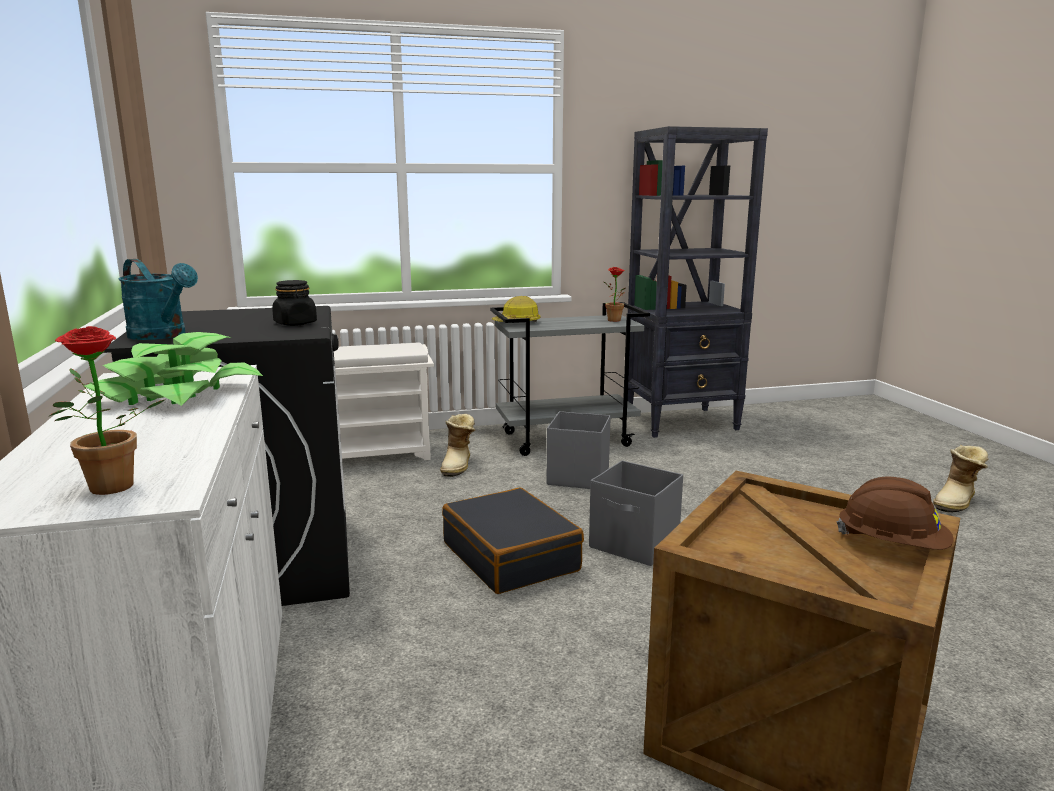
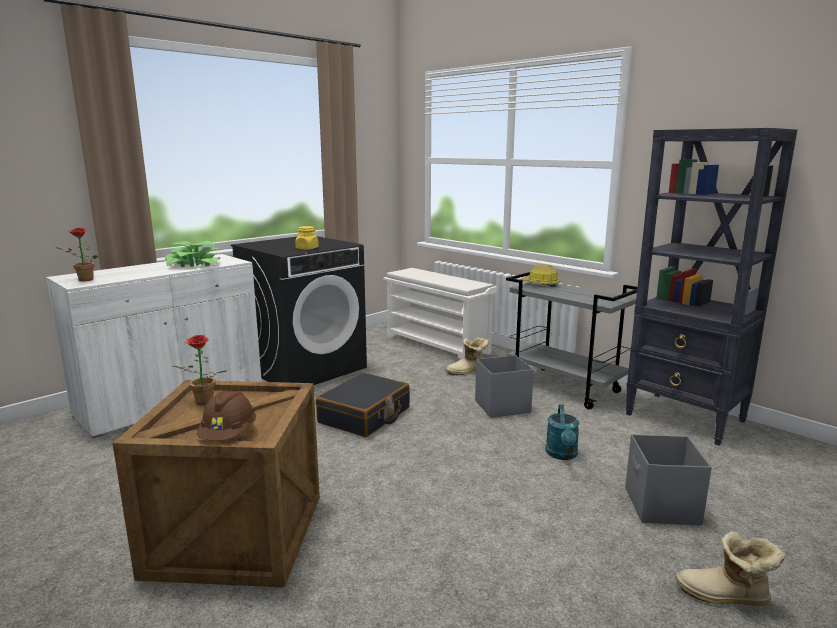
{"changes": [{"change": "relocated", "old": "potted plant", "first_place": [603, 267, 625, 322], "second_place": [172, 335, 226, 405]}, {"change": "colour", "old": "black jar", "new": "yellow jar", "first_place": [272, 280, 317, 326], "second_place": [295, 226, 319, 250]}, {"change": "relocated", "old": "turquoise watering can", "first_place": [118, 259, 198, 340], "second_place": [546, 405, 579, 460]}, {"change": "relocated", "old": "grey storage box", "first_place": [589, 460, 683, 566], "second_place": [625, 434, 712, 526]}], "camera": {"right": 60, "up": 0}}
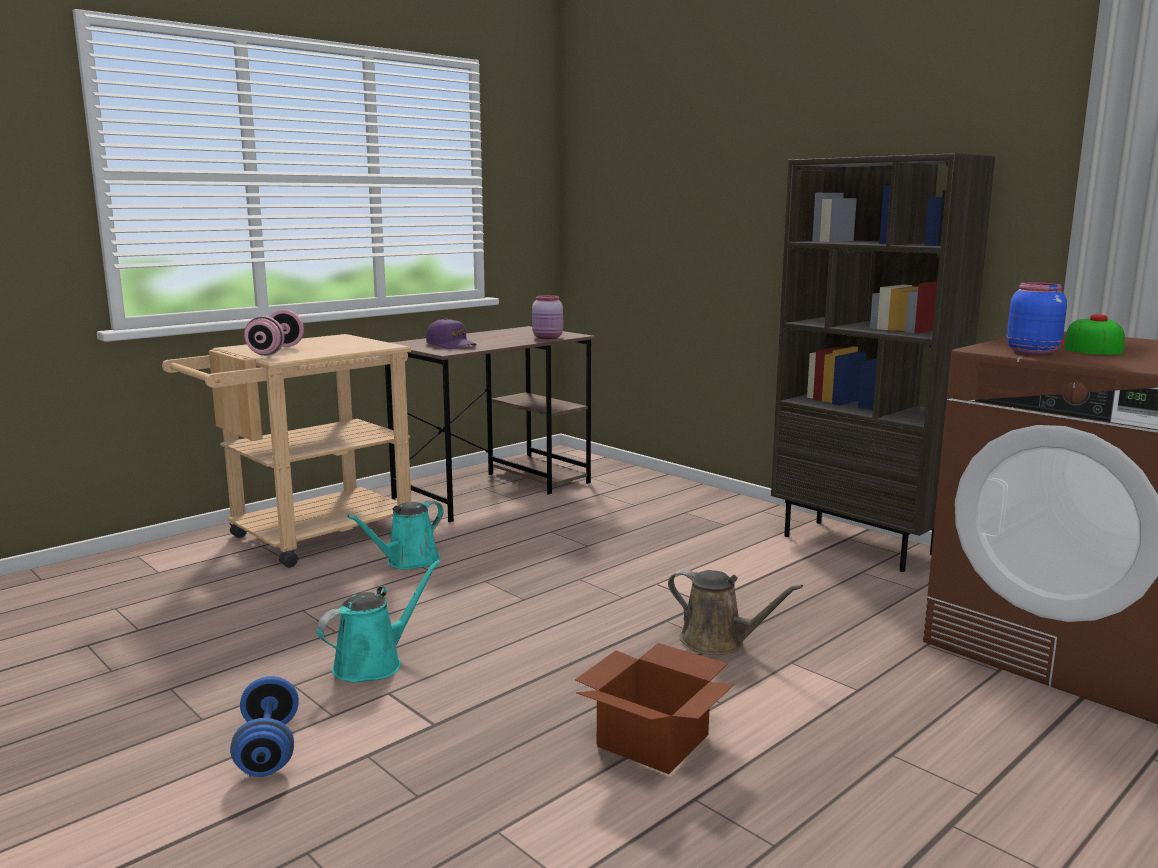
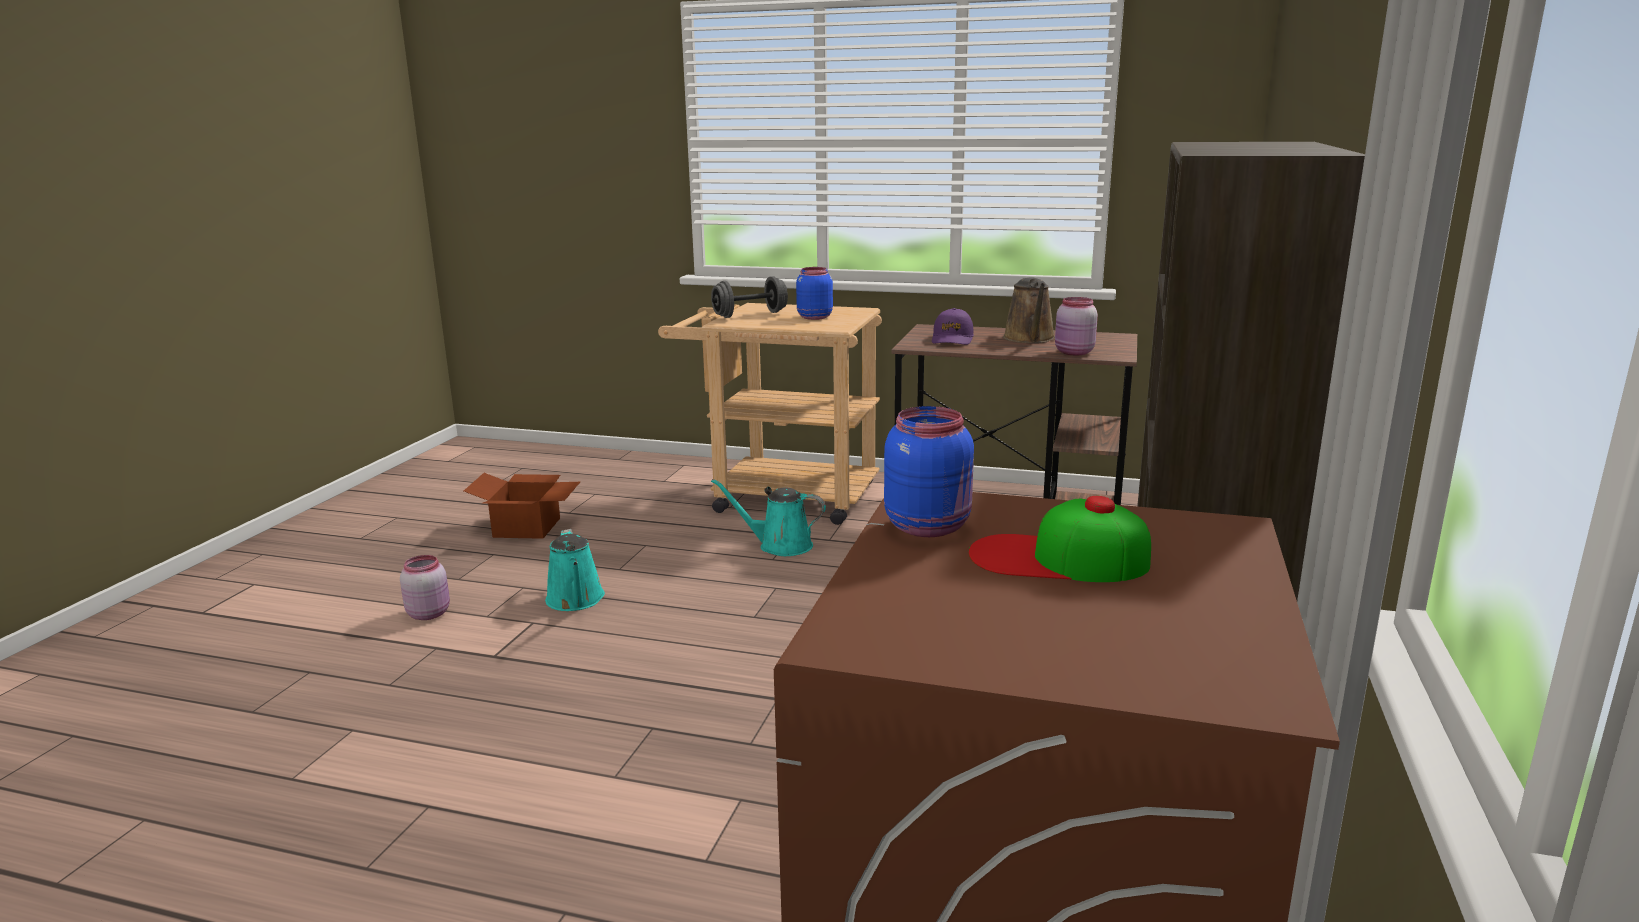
{"changes": [{"change": "exchanged", "old": "blue dumbbell", "new": "pink jar", "first_place": [230, 676, 299, 777], "second_place": [400, 555, 450, 620]}, {"change": "relocated", "old": "cardboard box", "first_place": [575, 643, 735, 774], "second_place": [464, 473, 580, 539]}, {"change": "spun", "old": "turquoise watering can", "first_place": [317, 560, 441, 683], "second_place": [545, 529, 605, 611], "degrees": 60}, {"change": "colour", "old": "pink dumbbell", "new": "grey dumbbell", "first_place": [244, 309, 304, 356], "second_place": [711, 276, 788, 318]}, {"change": "appeared", "new": "blue jar", "second_place": [796, 267, 833, 320]}, {"change": "spun", "old": "cap", "first_place": [1060, 314, 1125, 355], "second_place": [969, 496, 1151, 582], "degrees": -150}, {"change": "relocated", "old": "brown watering can", "first_place": [668, 569, 803, 655], "second_place": [1003, 278, 1055, 343]}], "camera": {"right": 60, "up": 5}}
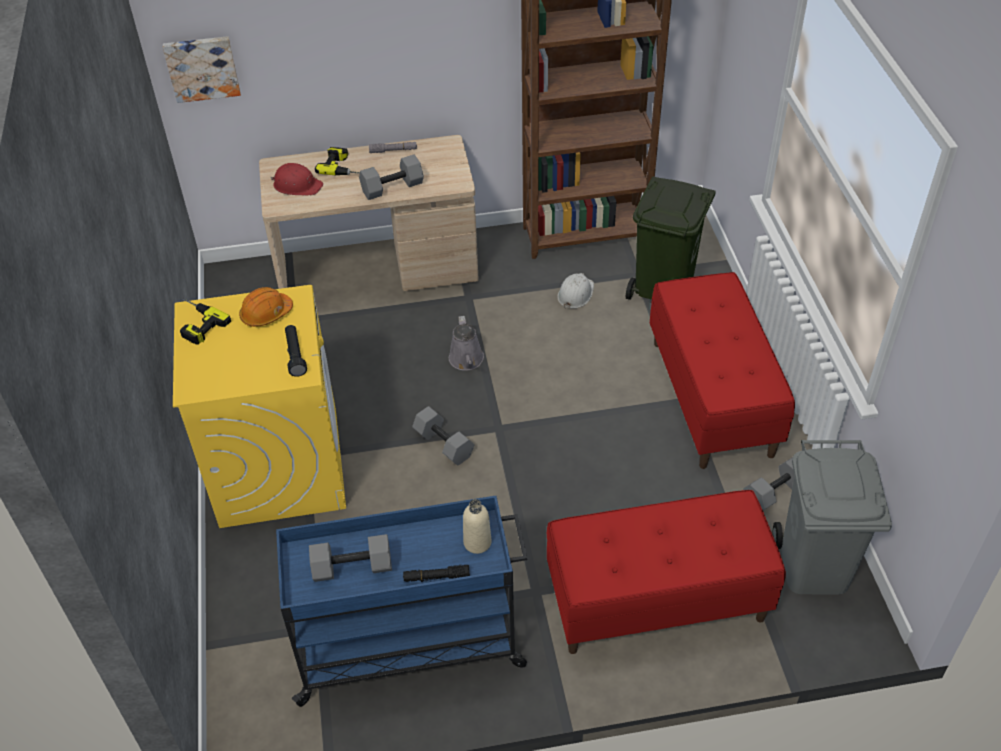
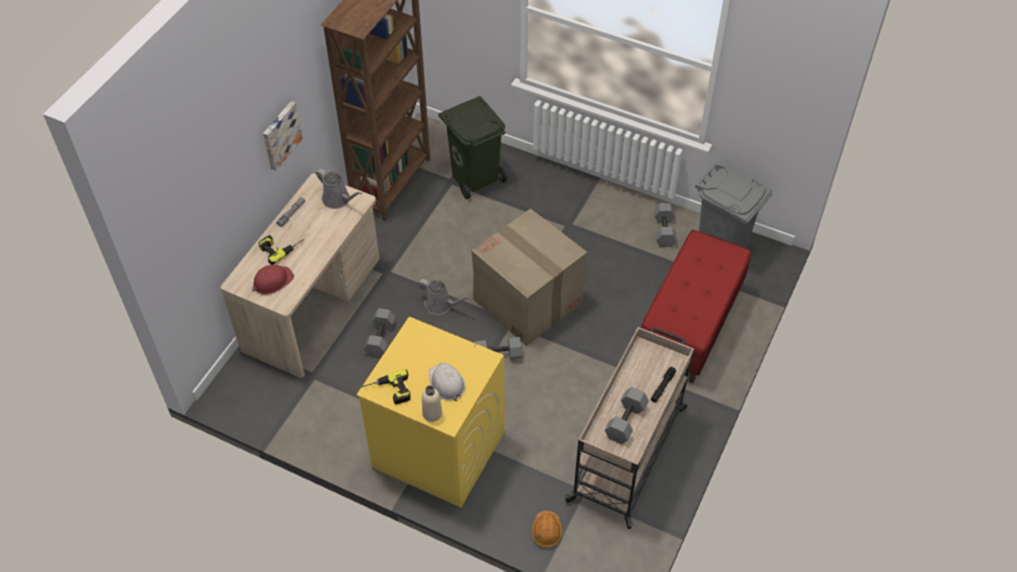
{"changes": [{"change": "relocated", "old": "picture", "first_place": [163, 36, 241, 103], "second_place": [263, 101, 303, 171]}, {"change": "appeared", "new": "grey watering can", "second_place": [316, 169, 362, 209]}, {"change": "relocated", "old": "grey dumbbell", "first_place": [359, 155, 424, 200], "second_place": [364, 308, 395, 357]}, {"change": "relocated", "old": "beige bottle", "first_place": [463, 499, 491, 554], "second_place": [422, 385, 442, 422]}, {"change": "relocated", "old": "white hard hat", "first_place": [557, 273, 594, 309], "second_place": [429, 363, 466, 401]}, {"change": "appeared", "new": "cardboard box", "second_place": [471, 208, 588, 346]}, {"change": "relocated", "old": "orange hard hat", "first_place": [239, 287, 293, 327], "second_place": [532, 511, 562, 548]}, {"change": "colour", "old": "blue cart", "new": "beige cart", "first_place": [276, 496, 528, 707], "second_place": [564, 327, 694, 529]}, {"change": "missing", "old": "black flashlight", "first_place": [285, 325, 307, 377]}, {"change": "missing", "old": "red bench", "first_place": [650, 272, 795, 469]}], "camera": {"right": -55, "up": 5}}
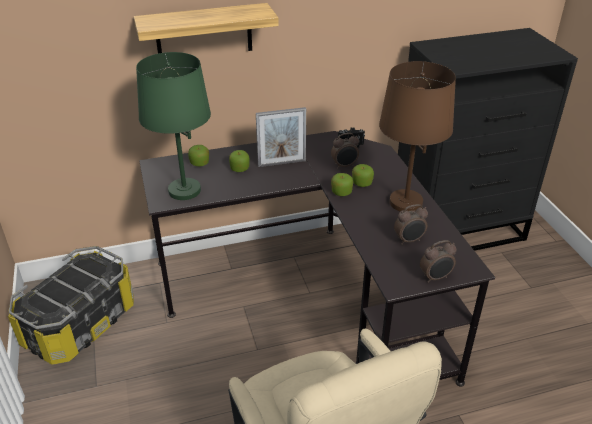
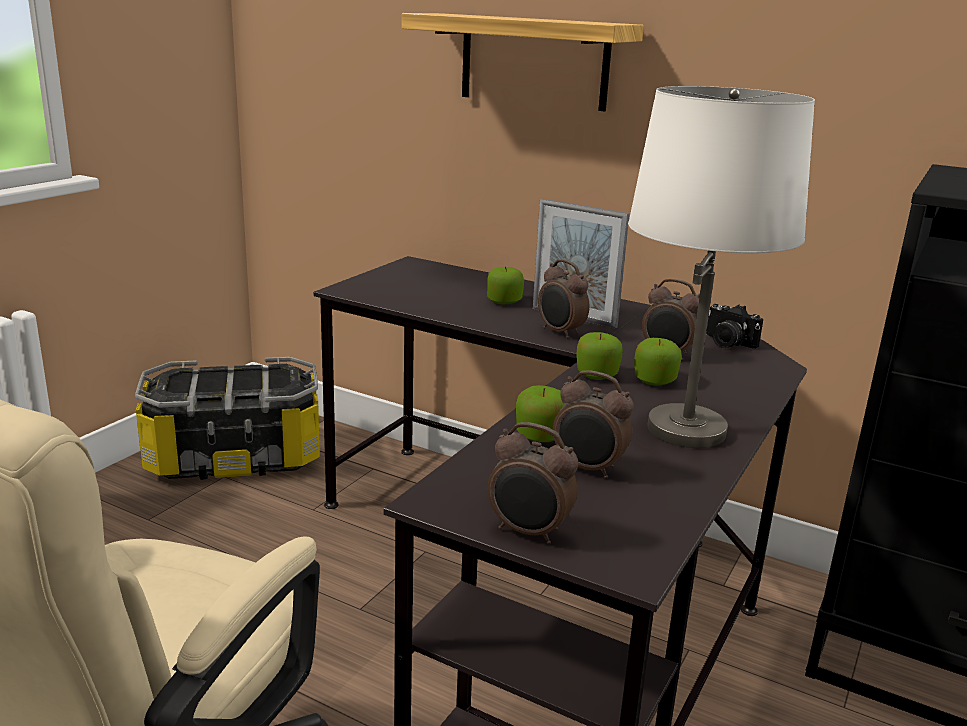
{"changes": [{"change": "relocated", "old": "apple", "first_place": [188, 145, 209, 166], "second_place": [516, 385, 566, 442]}, {"change": "appeared", "new": "alarm clock", "second_place": [538, 259, 590, 338]}, {"change": "colour", "old": "brown table lamp", "new": "white table lamp", "first_place": [379, 61, 456, 212], "second_place": [628, 86, 815, 448]}, {"change": "missing", "old": "green table lamp", "first_place": [136, 52, 211, 200]}], "camera": {"right": 45, "up": -15}}
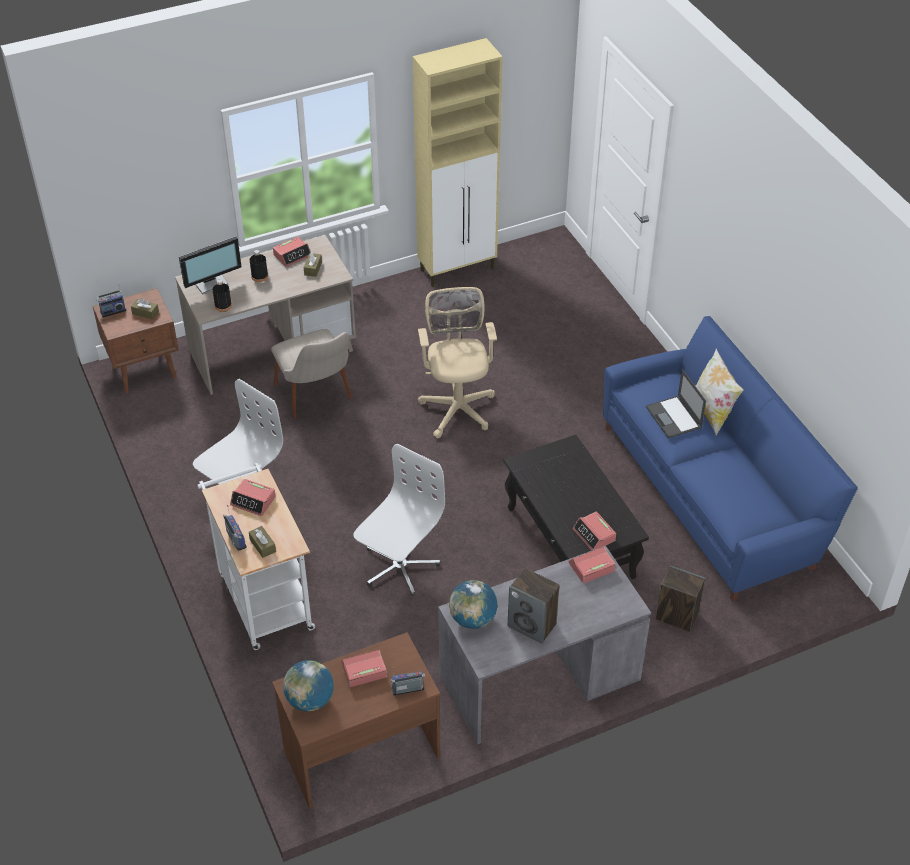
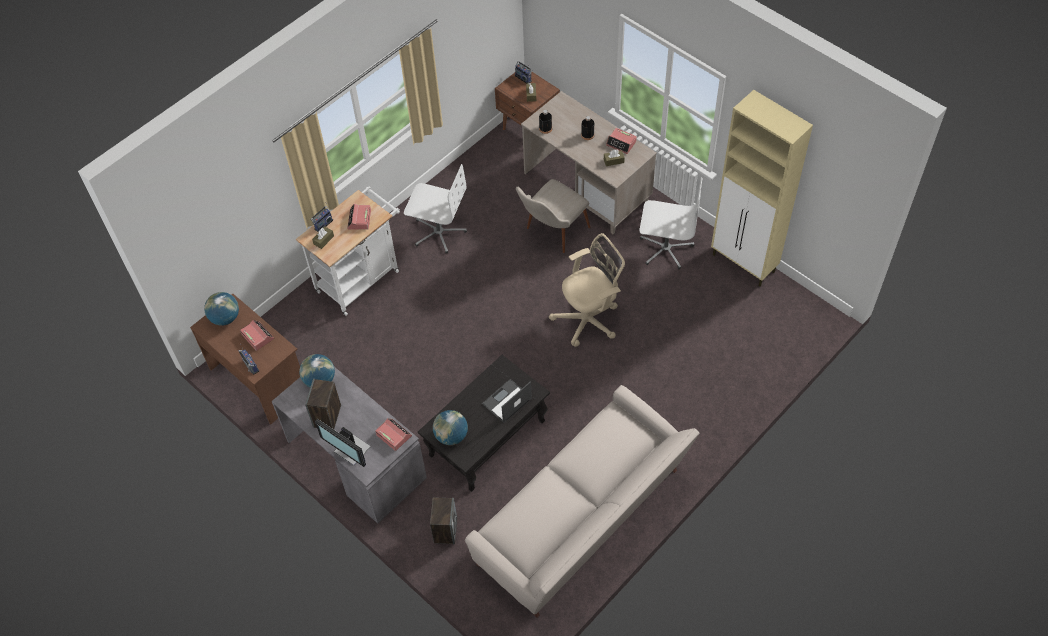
{"changes": [{"change": "relocated", "old": "monitor", "first_place": [179, 236, 242, 294], "second_place": [315, 419, 371, 467]}, {"change": "exchanged", "old": "alarm clock", "new": "globe", "first_place": [572, 512, 616, 551], "second_place": [433, 410, 468, 445]}, {"change": "colour", "old": "blue sofa", "new": "beige sofa", "first_place": [603, 316, 858, 601], "second_place": [465, 385, 700, 617]}, {"change": "relocated", "old": "laptop", "first_place": [646, 369, 706, 439], "second_place": [482, 379, 532, 423]}, {"change": "relocated", "old": "white office chair", "first_place": [353, 444, 445, 596], "second_place": [639, 178, 703, 269]}, {"change": "missing", "old": "pillow", "first_place": [696, 349, 744, 436]}], "camera": {"right": 70, "up": 10}}
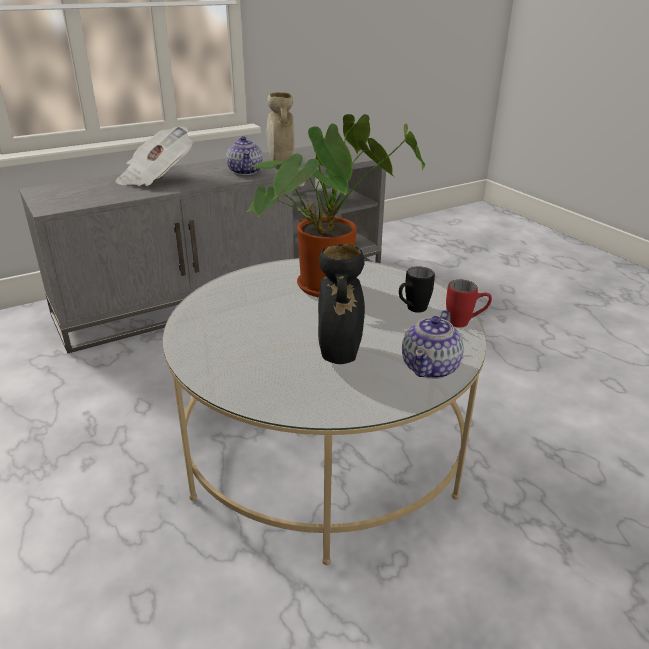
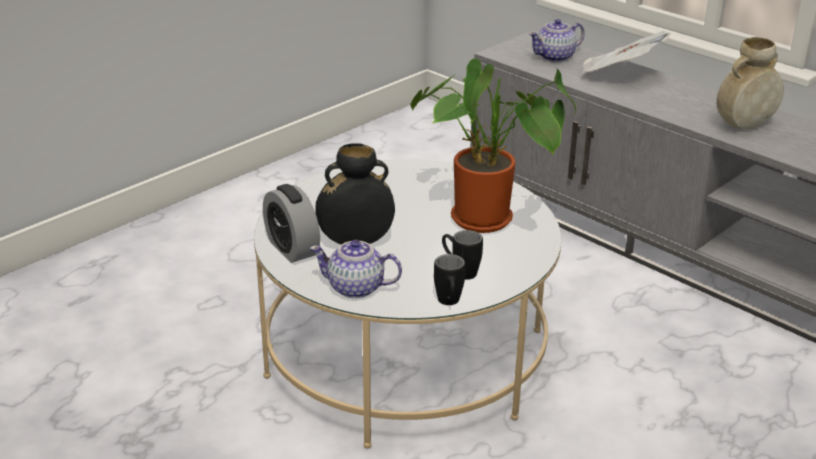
{"changes": [{"change": "appeared", "new": "alarm clock", "second_place": [263, 184, 320, 263]}, {"change": "colour", "old": "red mug", "new": "black mug", "first_place": [446, 280, 492, 328], "second_place": [434, 254, 466, 305]}, {"change": "relocated", "old": "teapot", "first_place": [226, 136, 263, 175], "second_place": [528, 19, 585, 62]}], "camera": {"right": 75, "up": 0}}
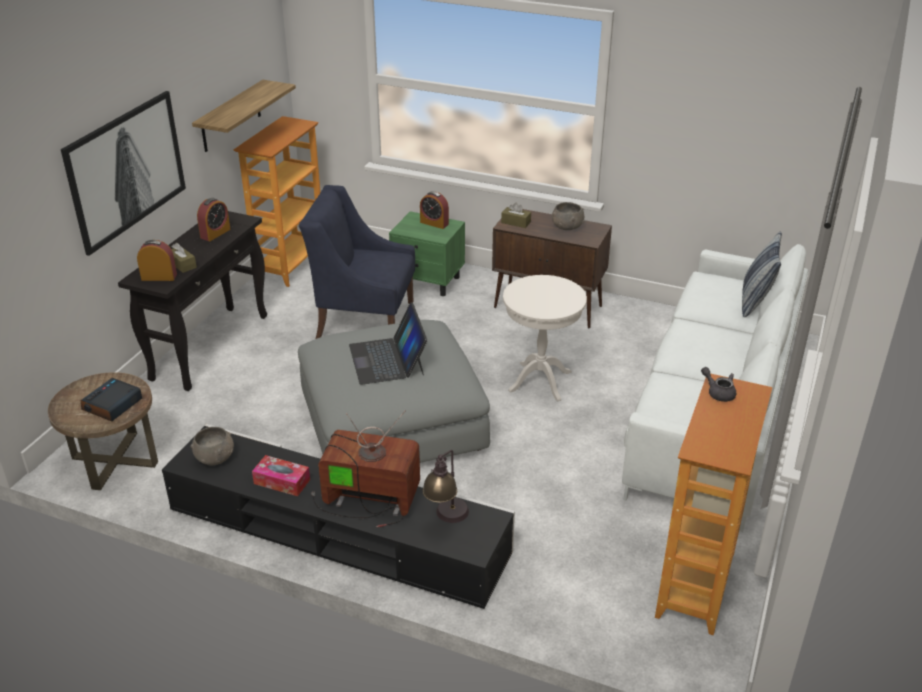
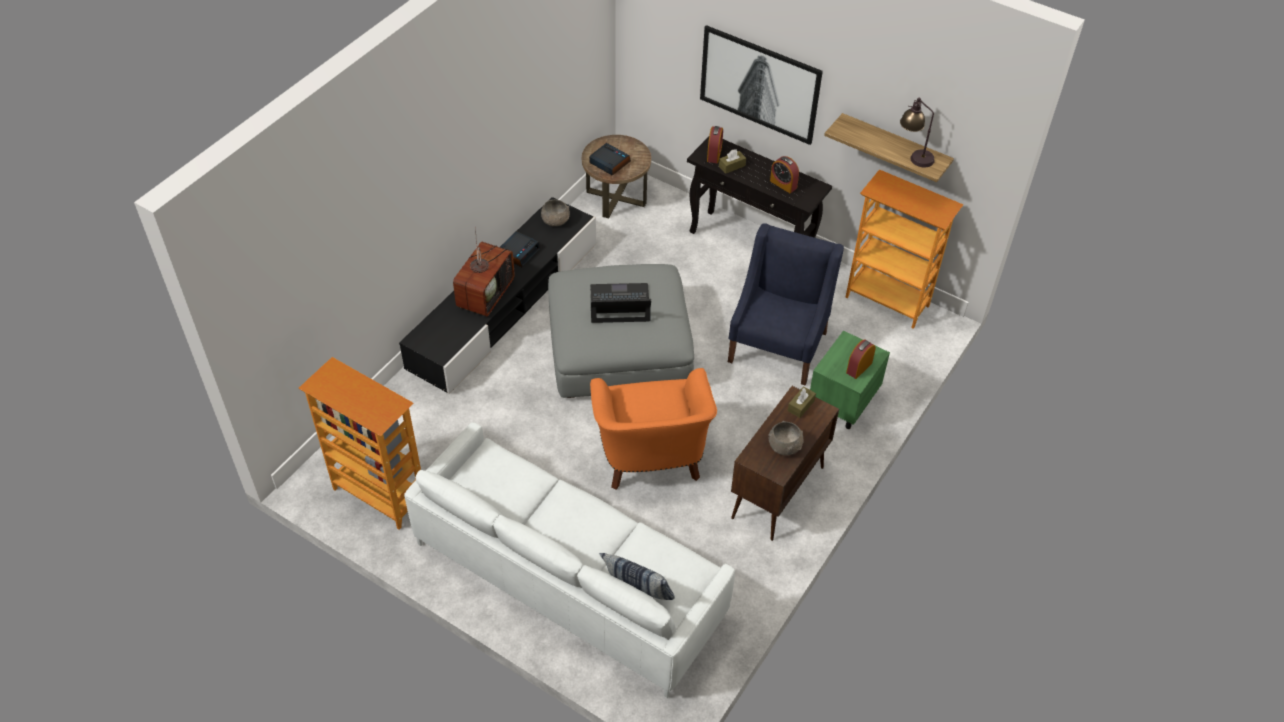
{"changes": [{"change": "exchanged", "old": "tissue box", "new": "alarm clock", "first_place": [252, 455, 310, 496], "second_place": [500, 231, 540, 267]}, {"change": "exchanged", "old": "white side table", "new": "orange armchair", "first_place": [503, 275, 587, 401], "second_place": [590, 368, 717, 490]}, {"change": "relocated", "old": "table lamp", "first_place": [422, 450, 469, 523], "second_place": [900, 98, 935, 167]}, {"change": "missing", "old": "grey teapot", "first_place": [701, 367, 736, 402]}], "camera": {"right": 100, "up": 15}}
